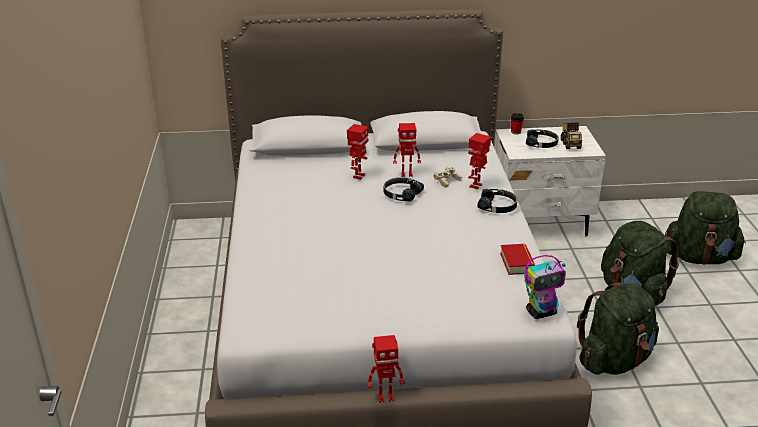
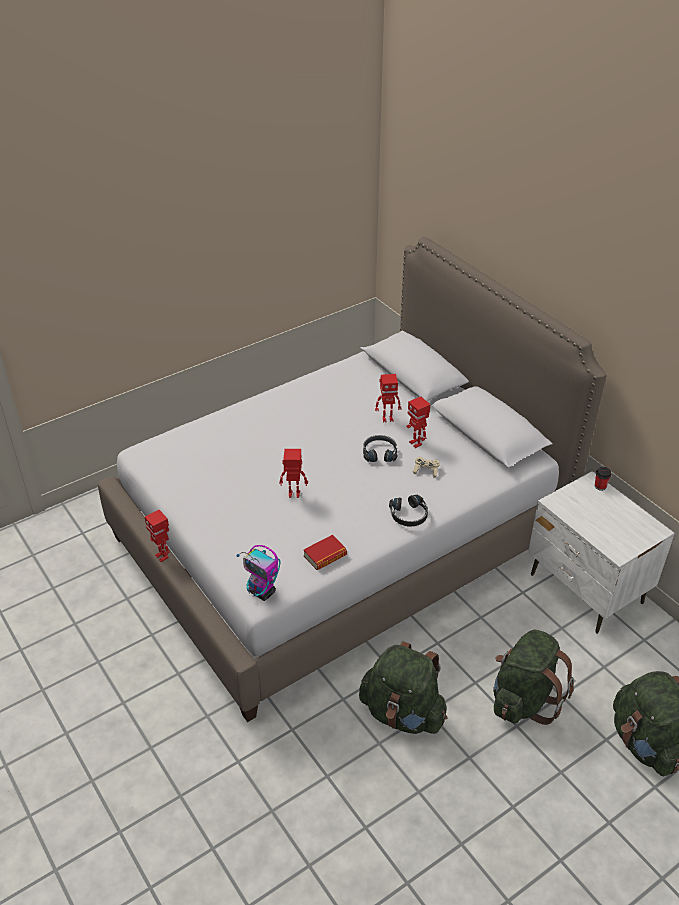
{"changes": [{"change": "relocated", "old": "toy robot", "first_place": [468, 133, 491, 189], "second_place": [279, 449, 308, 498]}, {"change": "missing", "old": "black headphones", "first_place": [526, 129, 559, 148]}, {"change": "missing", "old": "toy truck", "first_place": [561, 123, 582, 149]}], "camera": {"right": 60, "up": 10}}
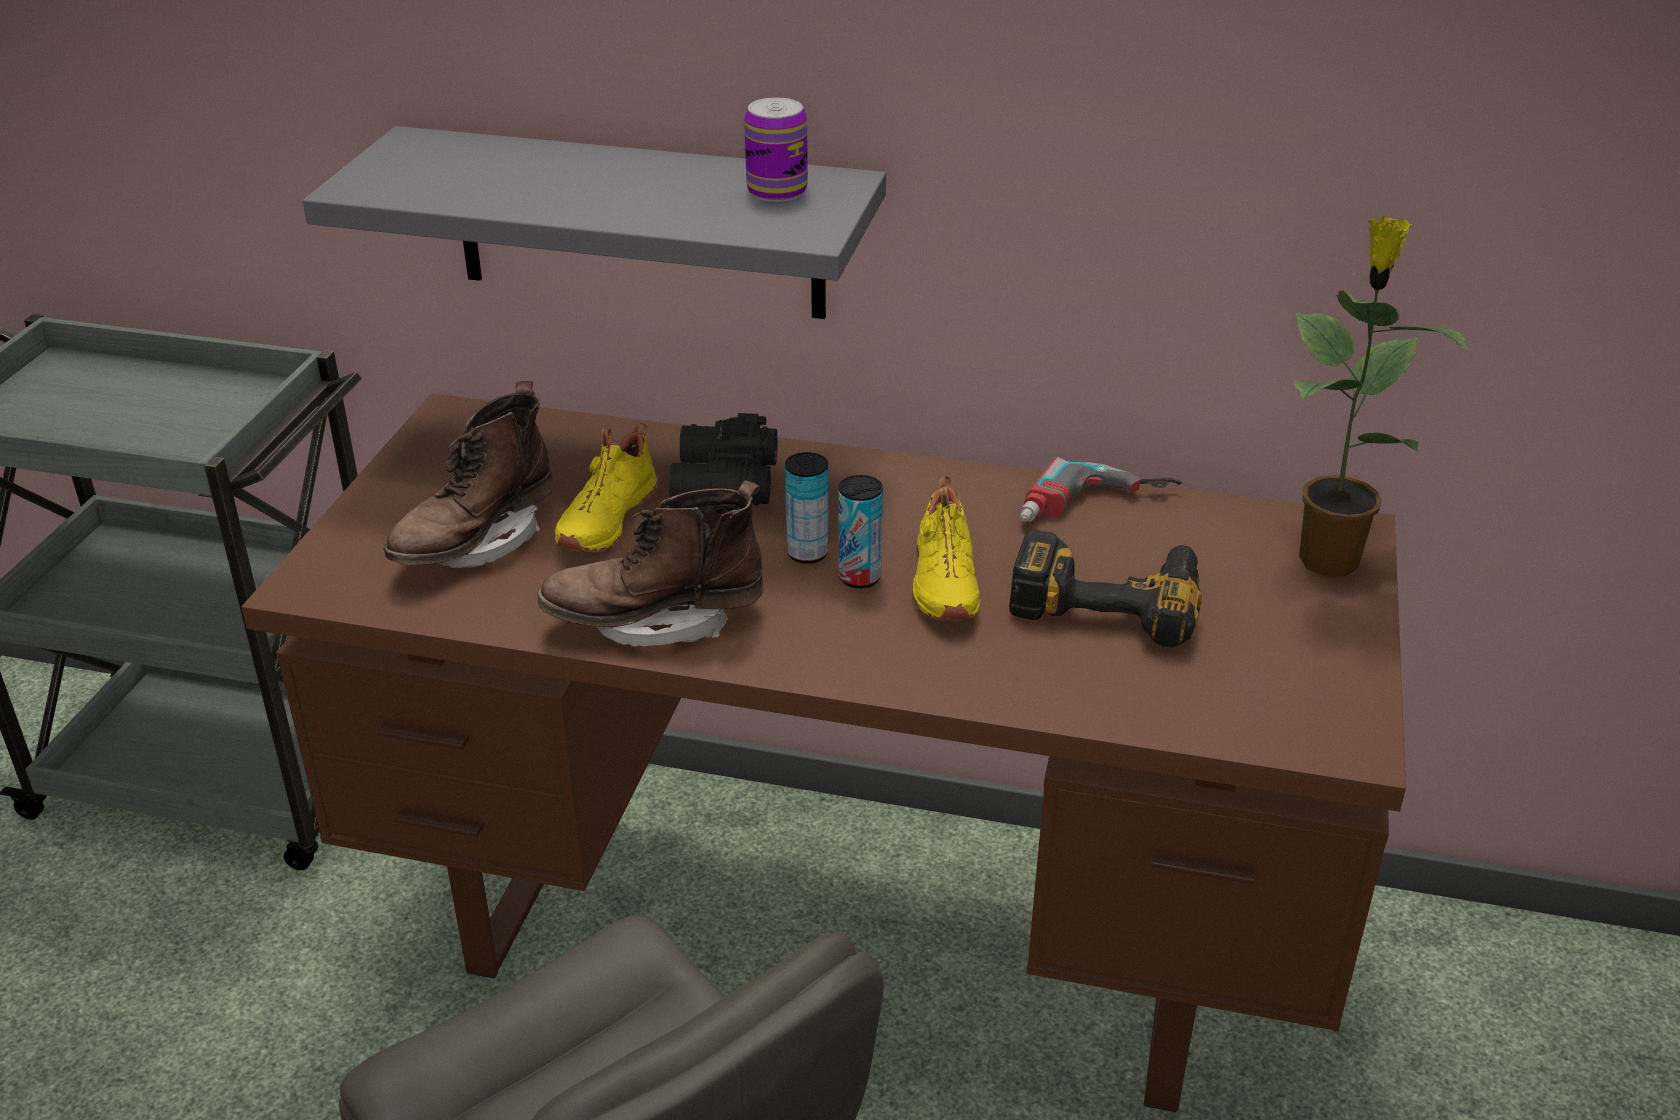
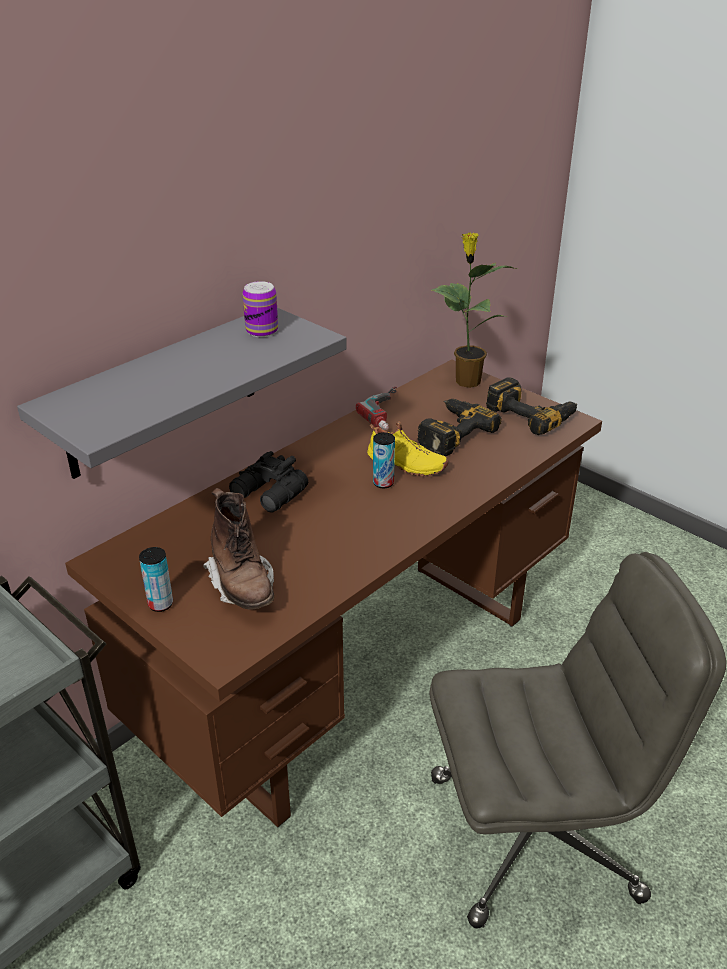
{"changes": [{"change": "relocated", "old": "can", "first_place": [785, 452, 829, 564], "second_place": [139, 547, 173, 612]}, {"change": "appeared", "new": "power drill", "second_place": [486, 377, 577, 435]}, {"change": "missing", "old": "brown boot", "first_place": [538, 480, 763, 647]}, {"change": "missing", "old": "yellow shoe", "first_place": [555, 423, 658, 553]}], "camera": {"right": -60, "up": 0}}
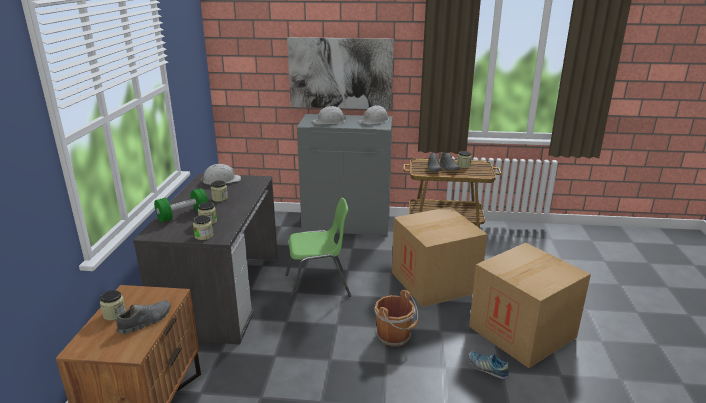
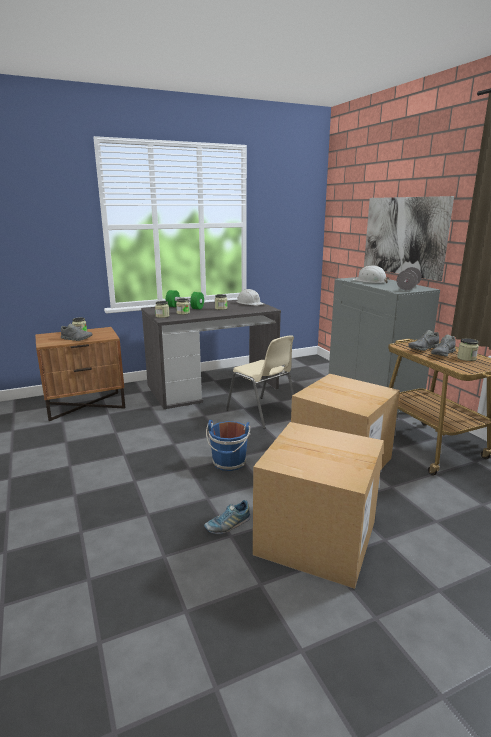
{"changes": [{"change": "spun", "old": "shoe", "first_place": [468, 351, 509, 379], "second_place": [204, 500, 250, 534], "degrees": -135}, {"change": "colour", "old": "brown bucket", "new": "blue bucket", "first_place": [375, 290, 418, 347], "second_place": [206, 420, 250, 471]}, {"change": "colour", "old": "green chair", "new": "beige chair", "first_place": [285, 198, 351, 304], "second_place": [226, 335, 294, 429]}, {"change": "exchanged", "old": "white hard hat", "new": "grey dumbbell", "first_place": [359, 105, 389, 125], "second_place": [397, 267, 422, 290]}], "camera": {"right": 60, "up": -5}}
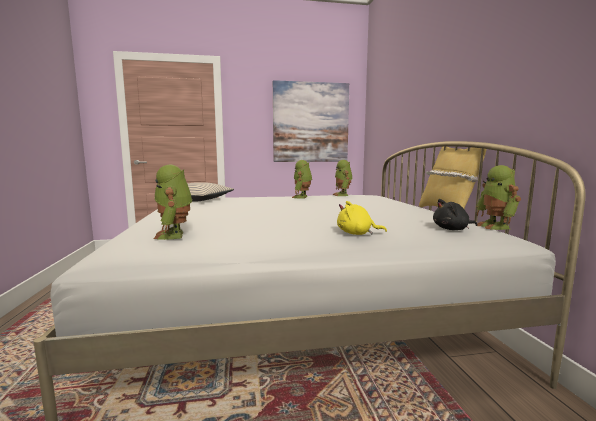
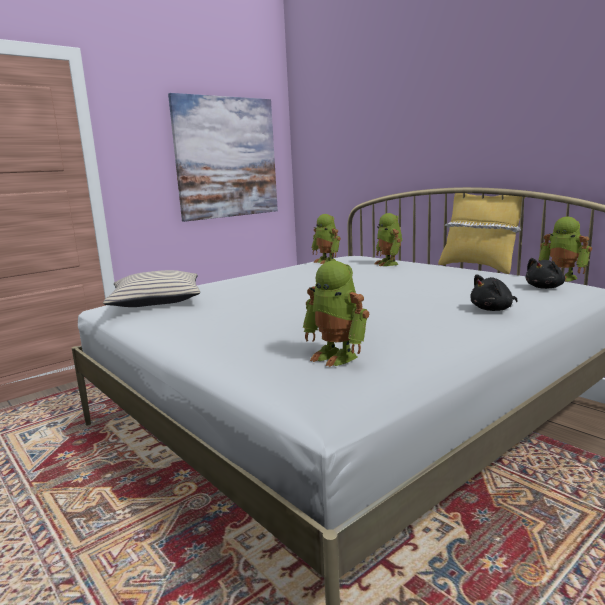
{"changes": [{"change": "relocated", "old": "toy robot", "first_place": [292, 160, 312, 199], "second_place": [374, 213, 402, 266]}, {"change": "colour", "old": "yellow plush toy", "new": "black plush toy", "first_place": [337, 201, 387, 235], "second_place": [470, 274, 518, 311]}], "camera": {"right": -30, "up": 5}}
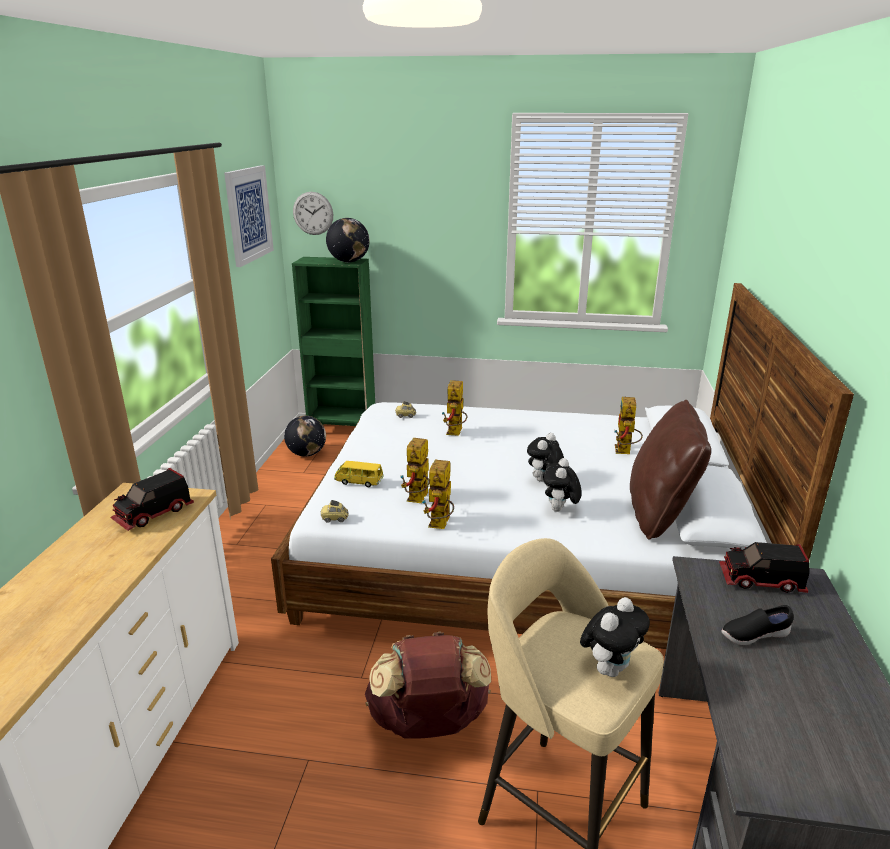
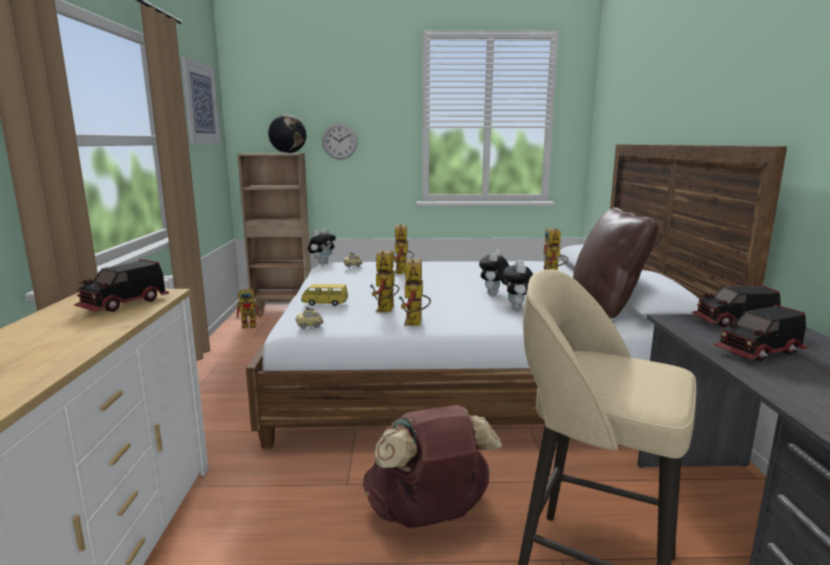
{"changes": [{"change": "exchanged", "old": "globe", "new": "toy robot", "first_place": [284, 416, 326, 457], "second_place": [236, 288, 263, 329]}, {"change": "colour", "old": "green bookcase", "new": "brown bookcase", "first_place": [292, 257, 375, 426], "second_place": [237, 153, 311, 315]}, {"change": "relocated", "old": "plush toy", "first_place": [580, 597, 650, 677], "second_place": [308, 228, 336, 264]}, {"change": "relocated", "old": "wall clock", "first_place": [293, 192, 333, 235], "second_place": [322, 123, 358, 160]}, {"change": "exchanged", "old": "black shoe", "new": "toy truck", "first_place": [721, 605, 794, 645], "second_place": [713, 304, 807, 361]}], "camera": {"right": -10, "up": -10}}
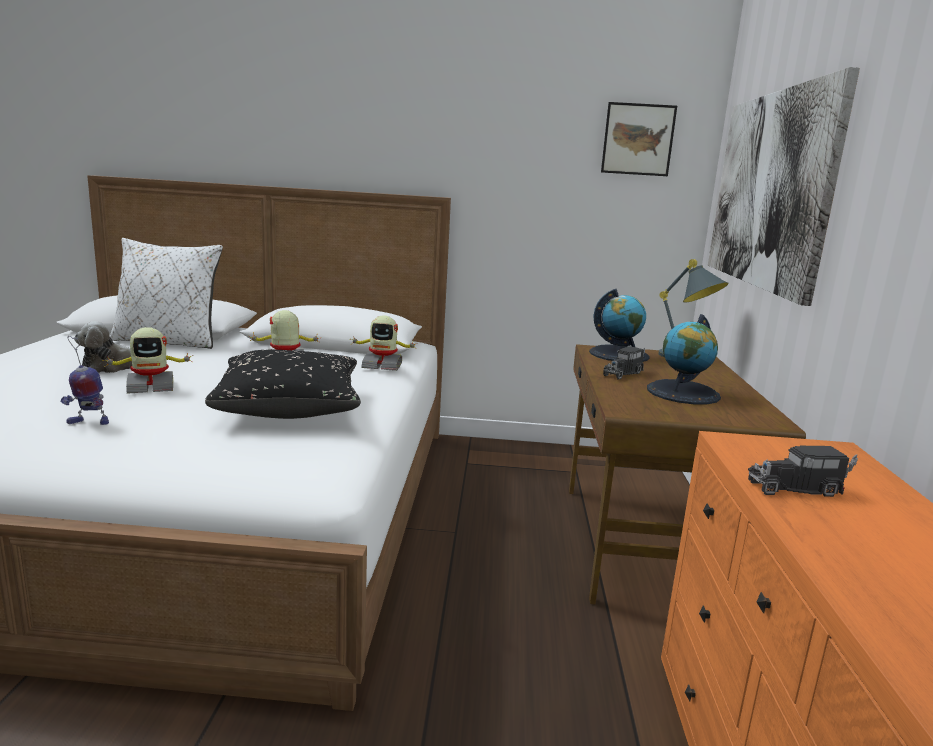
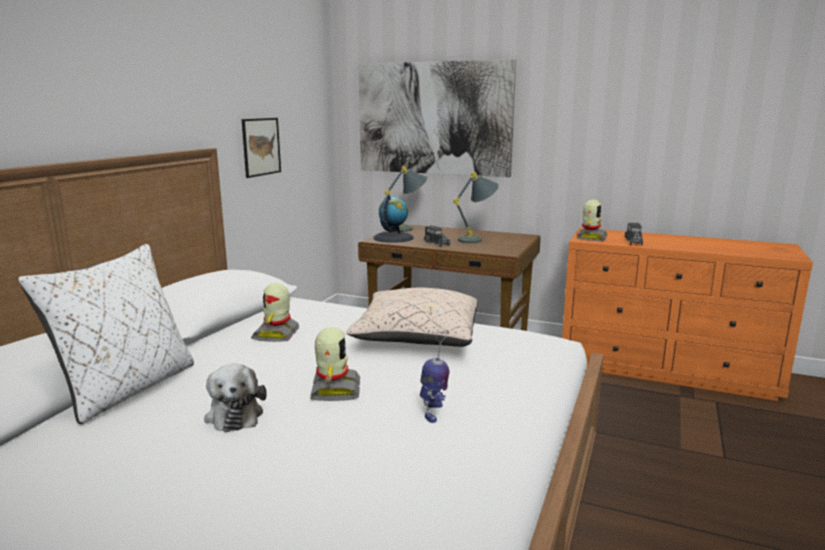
{"changes": [{"change": "relocated", "old": "picture", "first_place": [601, 102, 677, 176], "second_place": [242, 118, 281, 178]}, {"change": "colour", "old": "black pillow", "new": "beige pillow", "first_place": [205, 350, 361, 419], "second_place": [346, 288, 478, 347]}, {"change": "exchanged", "old": "globe", "new": "grey table lamp", "first_place": [647, 314, 721, 404], "second_place": [453, 172, 499, 243]}, {"change": "relocated", "old": "toy robot", "first_place": [350, 315, 418, 371], "second_place": [577, 200, 608, 241]}], "camera": {"right": -70, "up": 0}}
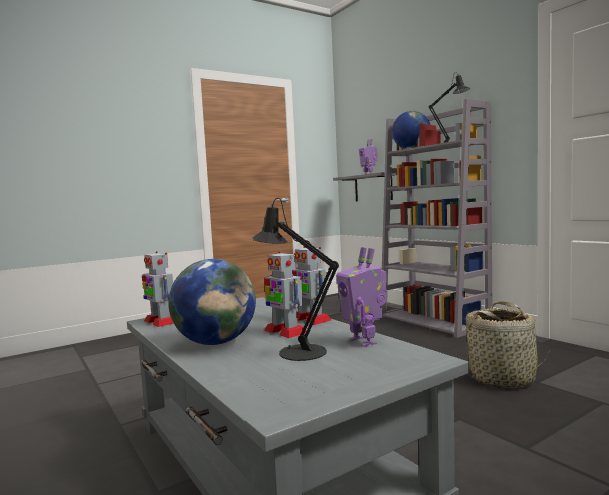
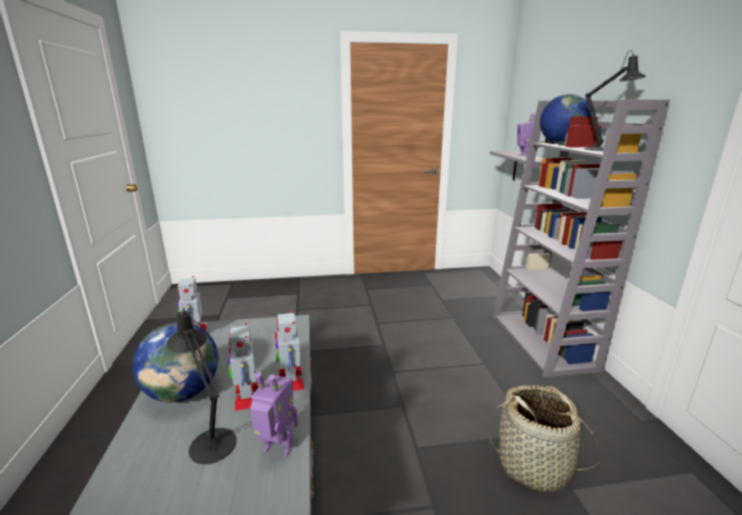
{"changes": [{"change": "spun", "old": "toy robot", "first_place": [336, 247, 387, 347], "second_place": [250, 372, 298, 457], "degrees": 105}], "camera": {"right": 25, "up": 15}}
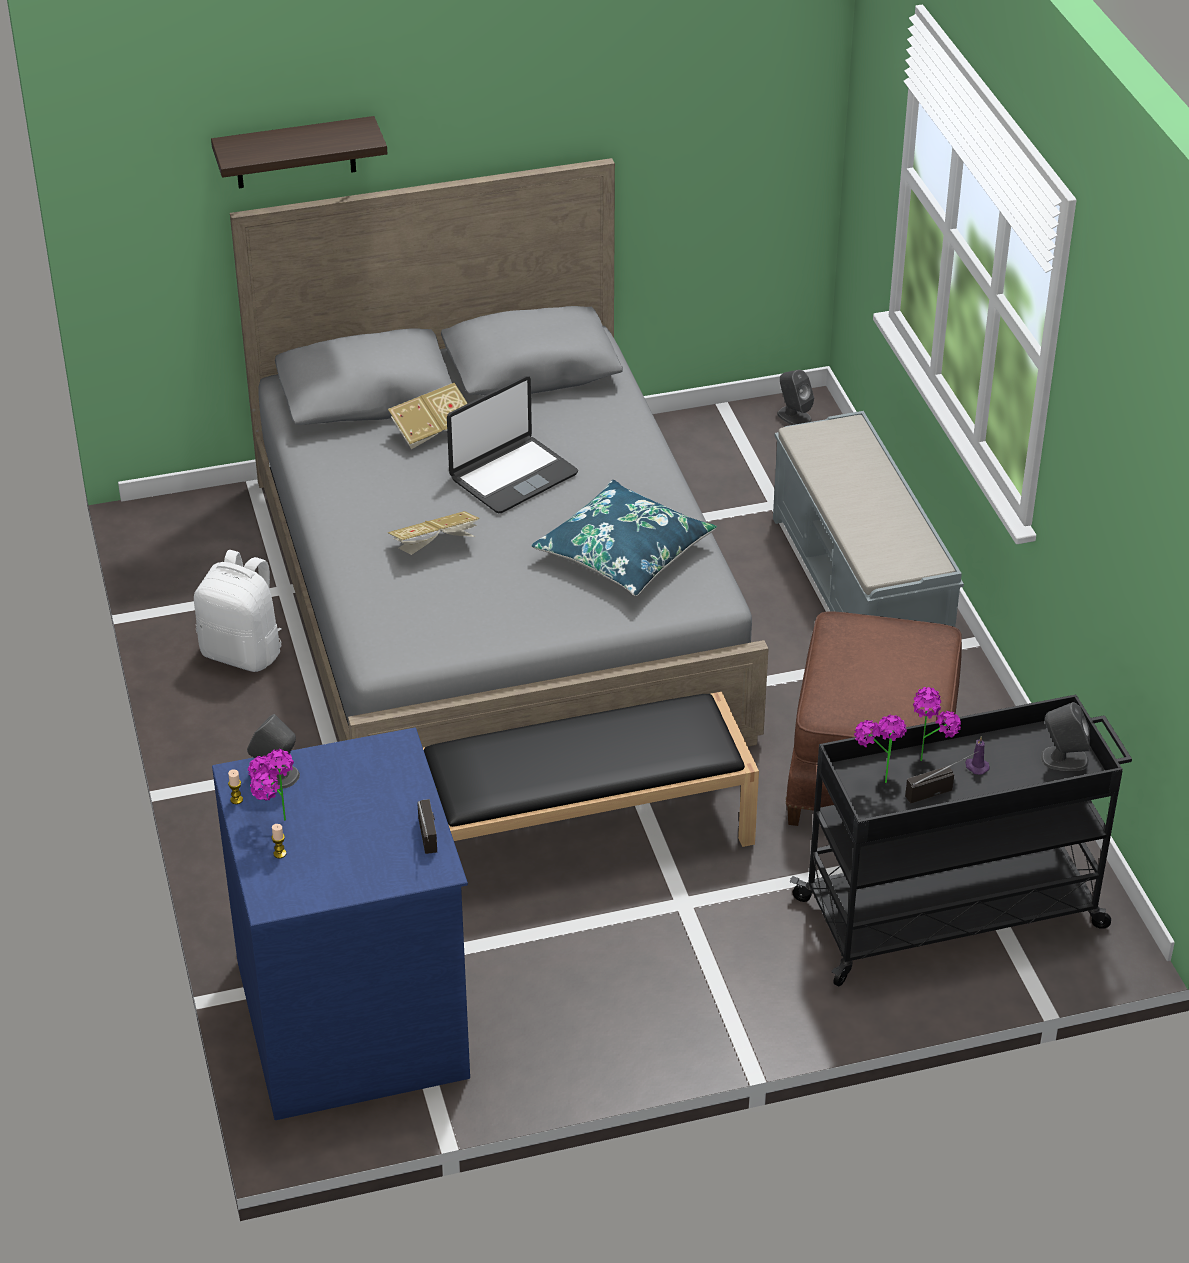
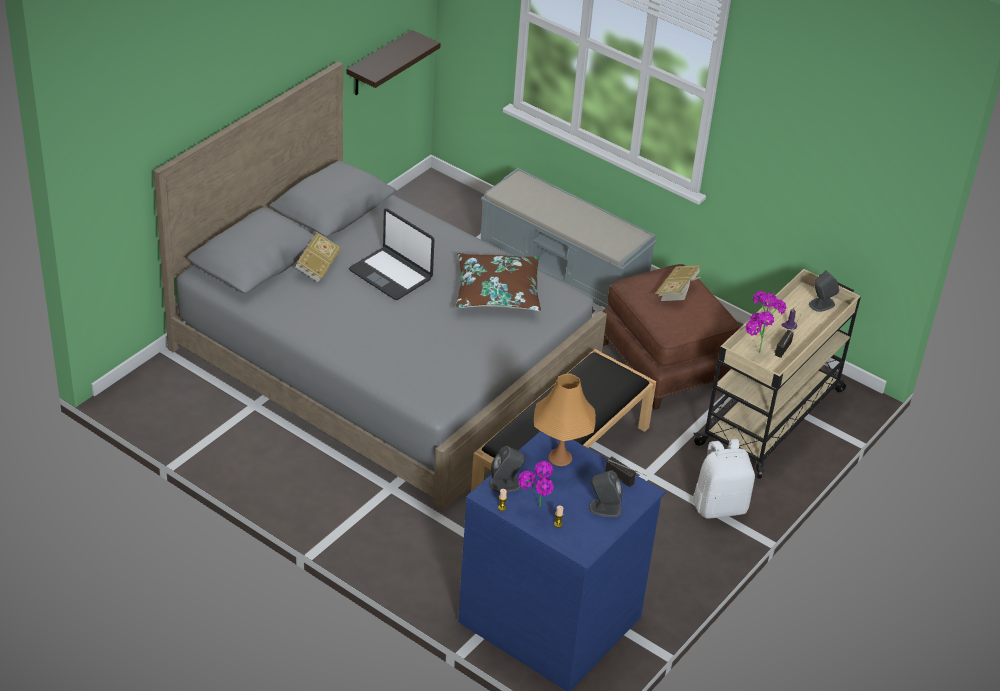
{"changes": [{"change": "relocated", "old": "shelf", "first_place": [211, 116, 388, 188], "second_place": [347, 30, 441, 95]}, {"change": "spun", "old": "laptop", "first_place": [447, 376, 578, 513], "second_place": [349, 208, 435, 300], "degrees": 120}, {"change": "colour", "old": "blue pillow", "new": "brown pillow", "first_place": [531, 480, 717, 596], "second_place": [455, 253, 541, 311]}, {"change": "appeared", "new": "orange table lamp", "second_place": [534, 373, 596, 466]}, {"change": "relocated", "old": "grey speaker", "first_place": [777, 370, 814, 425], "second_place": [589, 470, 623, 517]}, {"change": "relocated", "old": "book", "first_place": [388, 511, 480, 555], "second_place": [655, 265, 701, 301]}, {"change": "colour", "old": "black cart", "new": "beige cart", "first_place": [790, 695, 1132, 987], "second_place": [693, 269, 861, 479]}, {"change": "relocated", "old": "white backpack", "first_place": [194, 550, 282, 672], "second_place": [693, 439, 755, 519]}], "camera": {"right": -40, "up": 0}}
